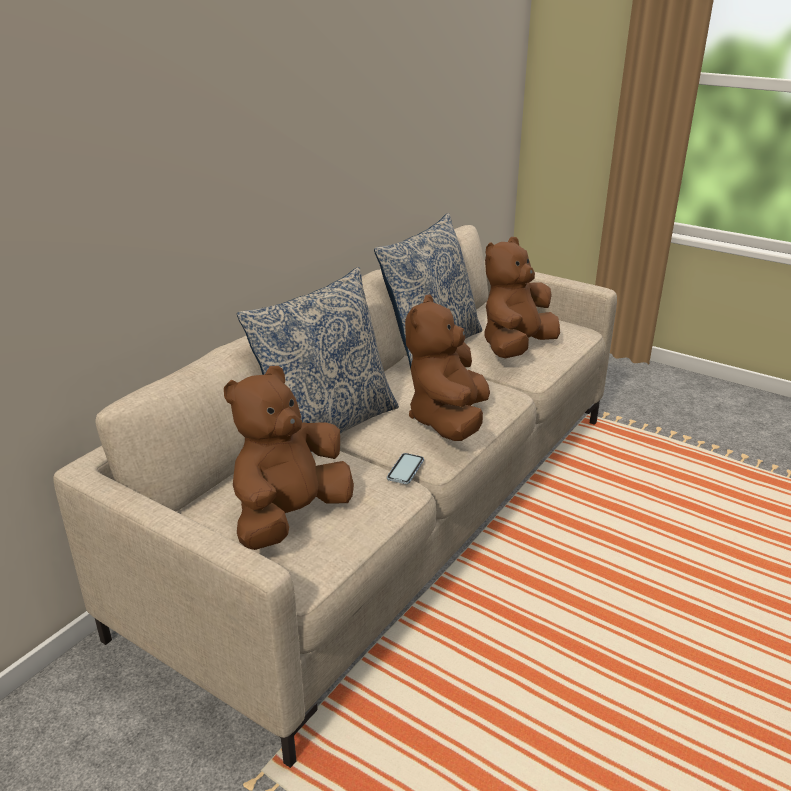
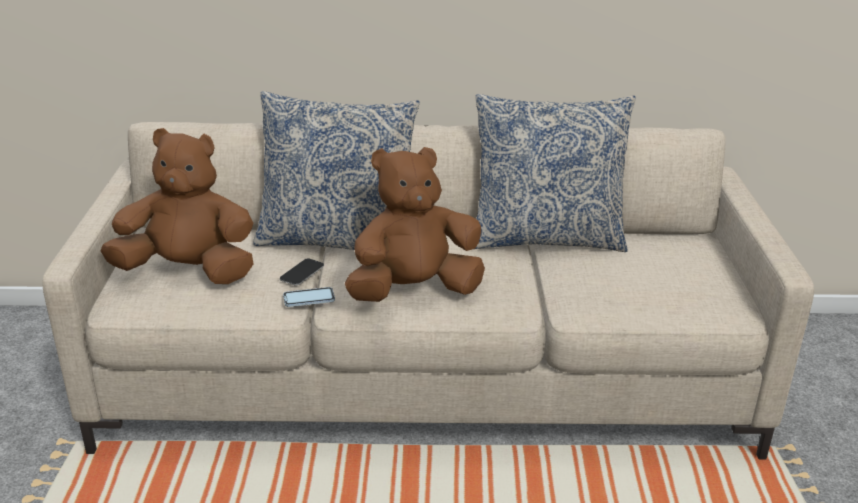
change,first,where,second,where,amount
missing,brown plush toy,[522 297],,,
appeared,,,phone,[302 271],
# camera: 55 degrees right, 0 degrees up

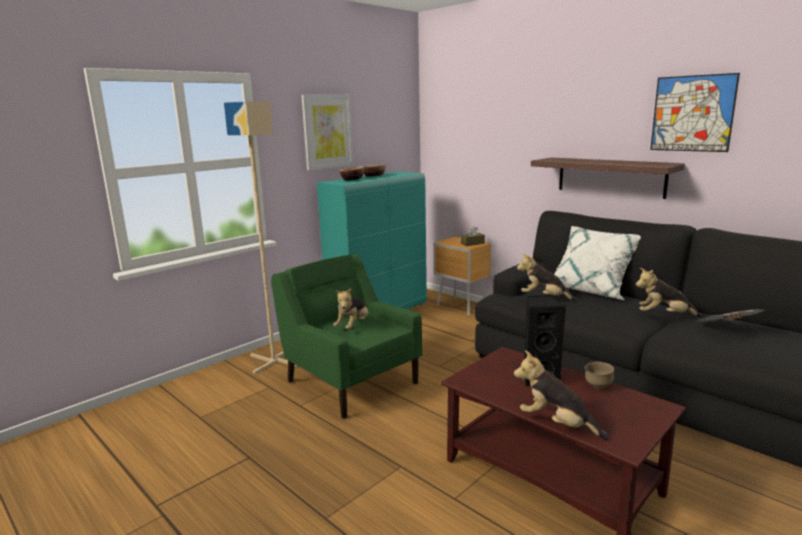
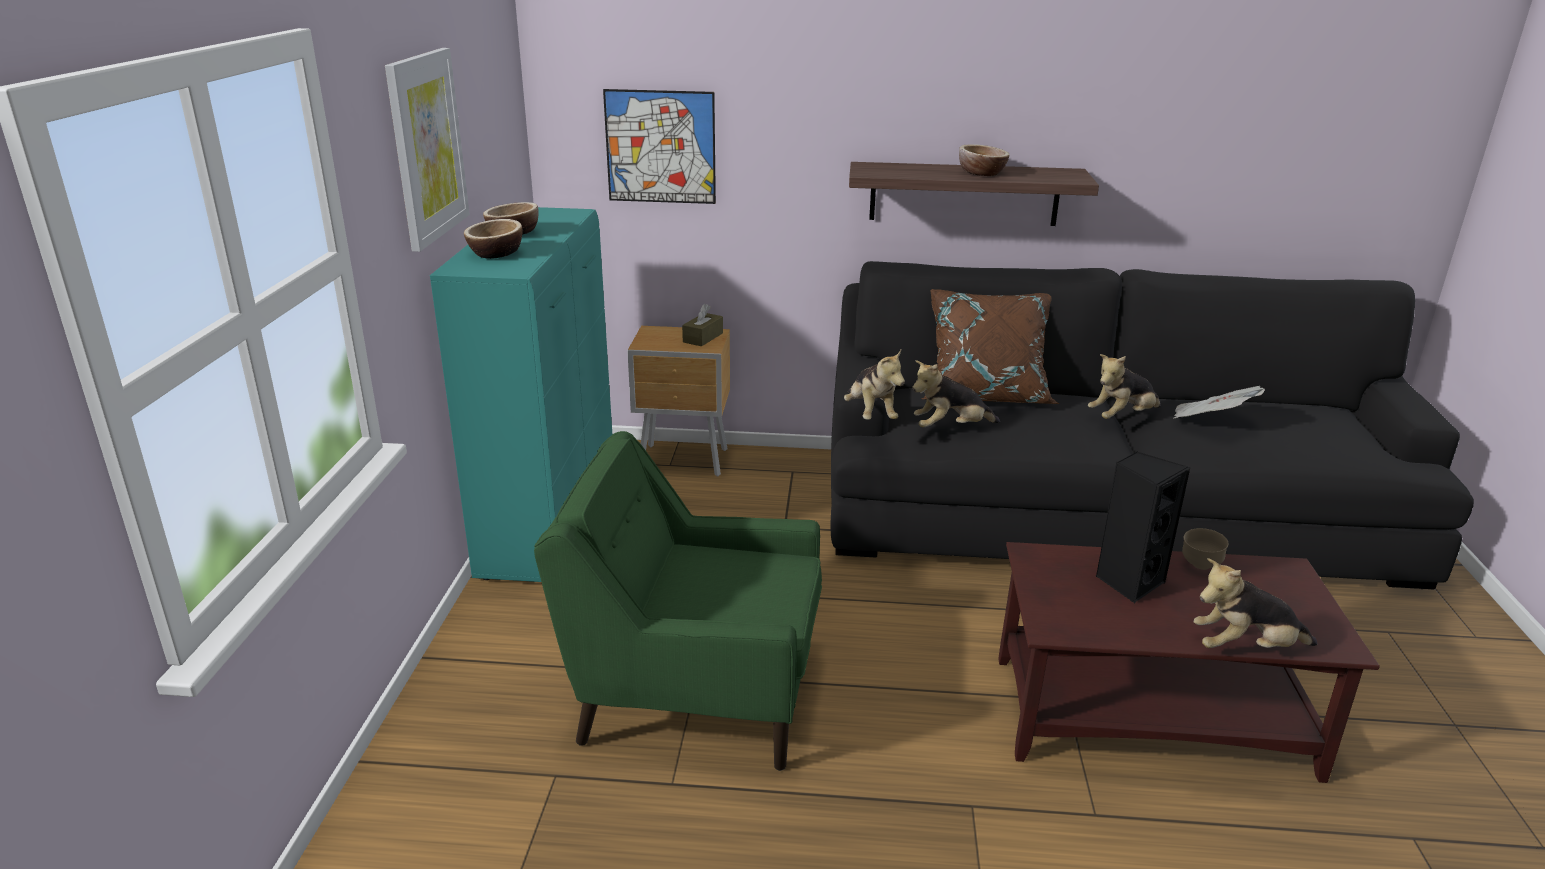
change,first,where,second,where,amount
relocated,picture,[695 112],,[659 146],
missing,beige floor lamp,[261 238],,,
colour,white pillow,[597 263],brown pillow,[990 346],
relocated,plush toy,[351 308],,[874 385],
appeared,,,bowl,[984 160],
# camera: 40 degrees left, 10 degrees up

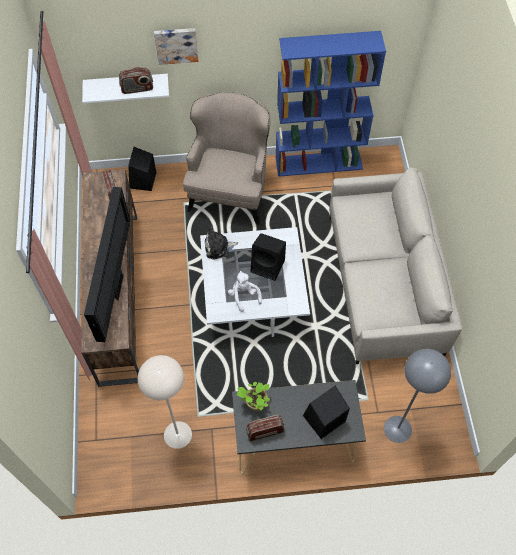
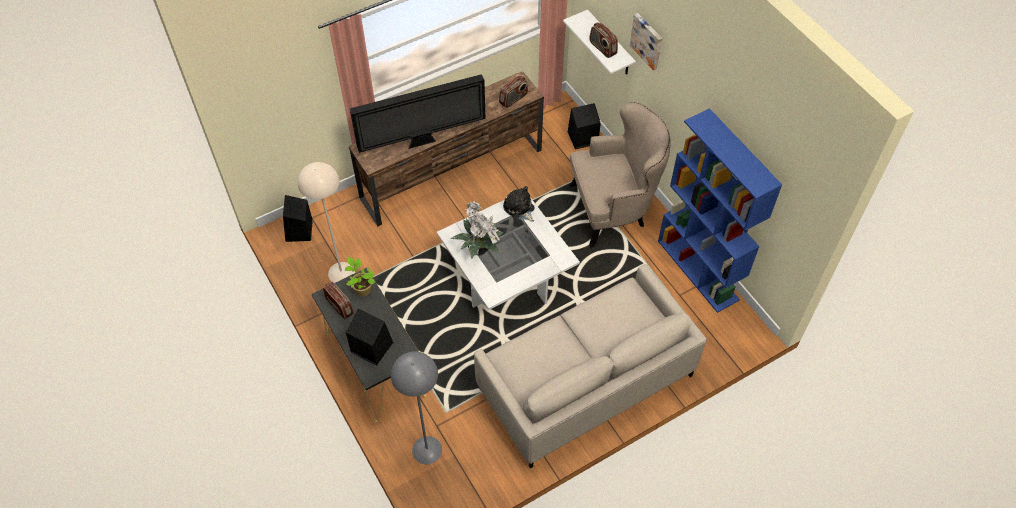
change,first,where,second,where,amount
relocated,black speaker,[268 257],,[298 218],
exchanged,white plush toy,[245 291],potted plant,[477 230],
# camera: 65 degrees right, 5 degrees down

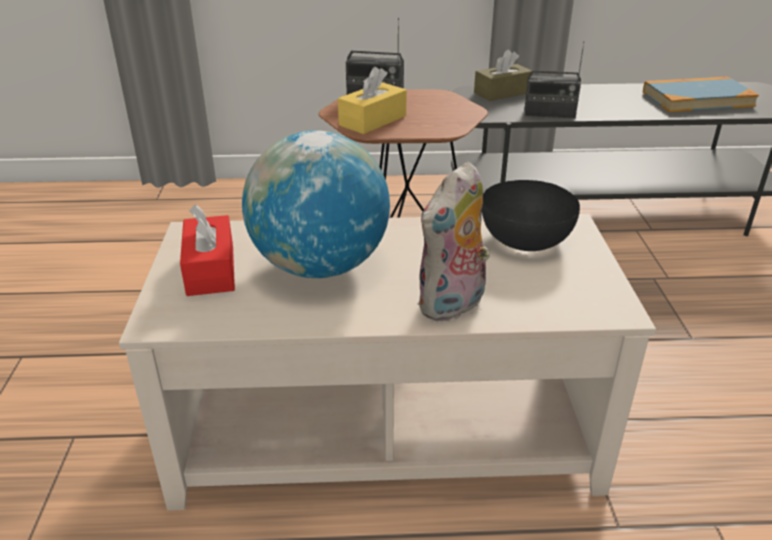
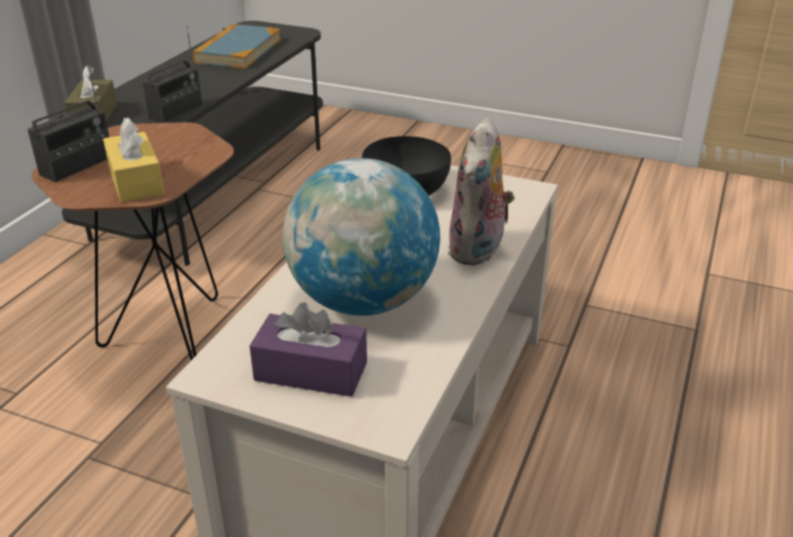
change,first,where,second,where,amount
spun,plush toy,[454 241],,[481 192],45 degrees clockwise
colour,red tissue box,[207 250],purple tissue box,[308 349],
# camera: 65 degrees left, 0 degrees up

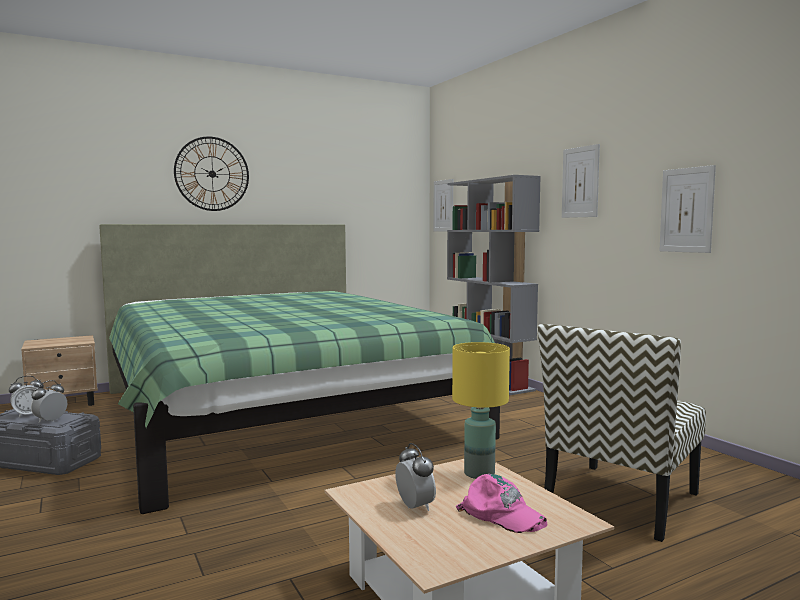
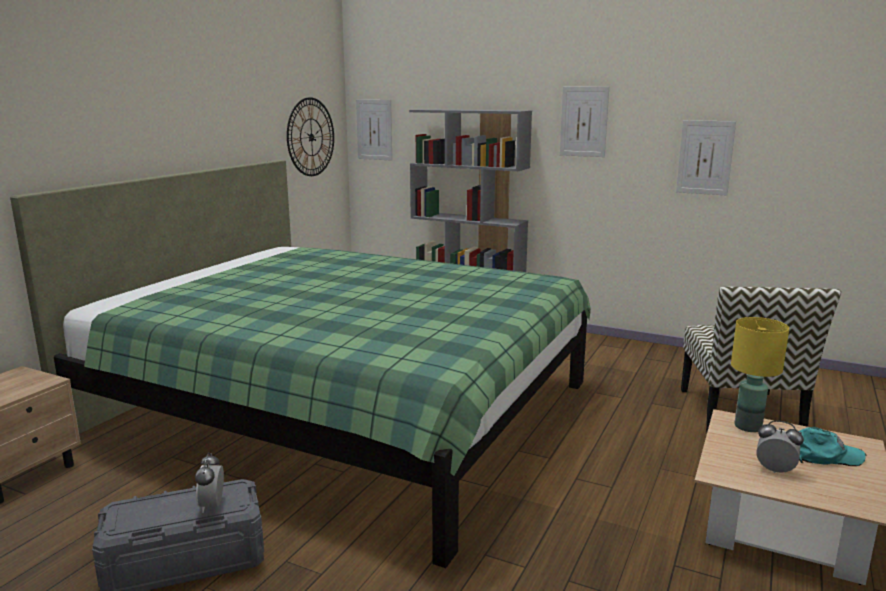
change,first,where,second,where,amount
relocated,wall clock,[211 173],,[310 136],
missing,alarm clock,[26 397],,,
colour,pink cap,[501 503],turquoise cap,[833 446],
# camera: 35 degrees left, 10 degrees up

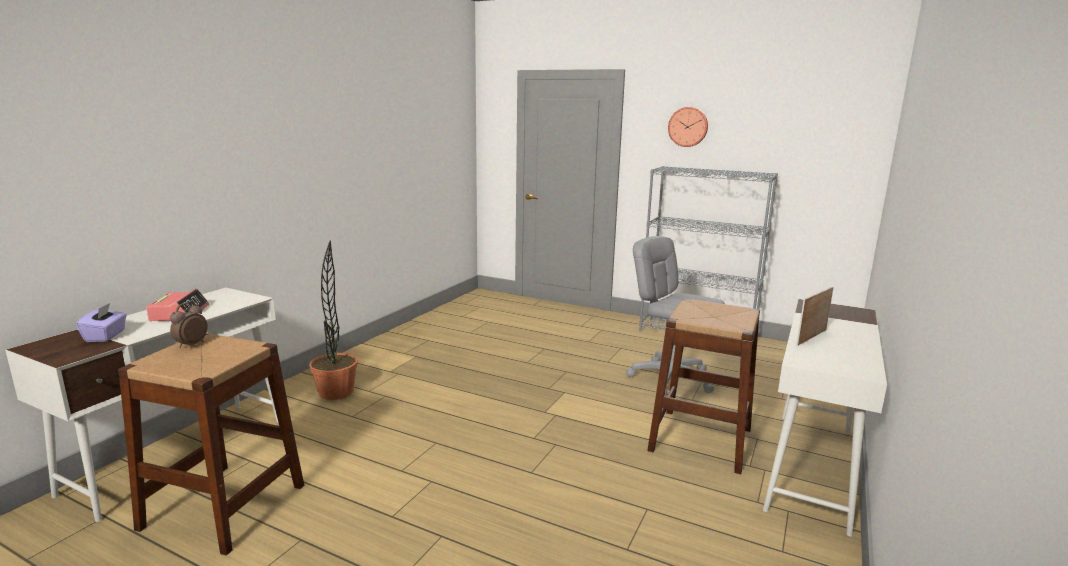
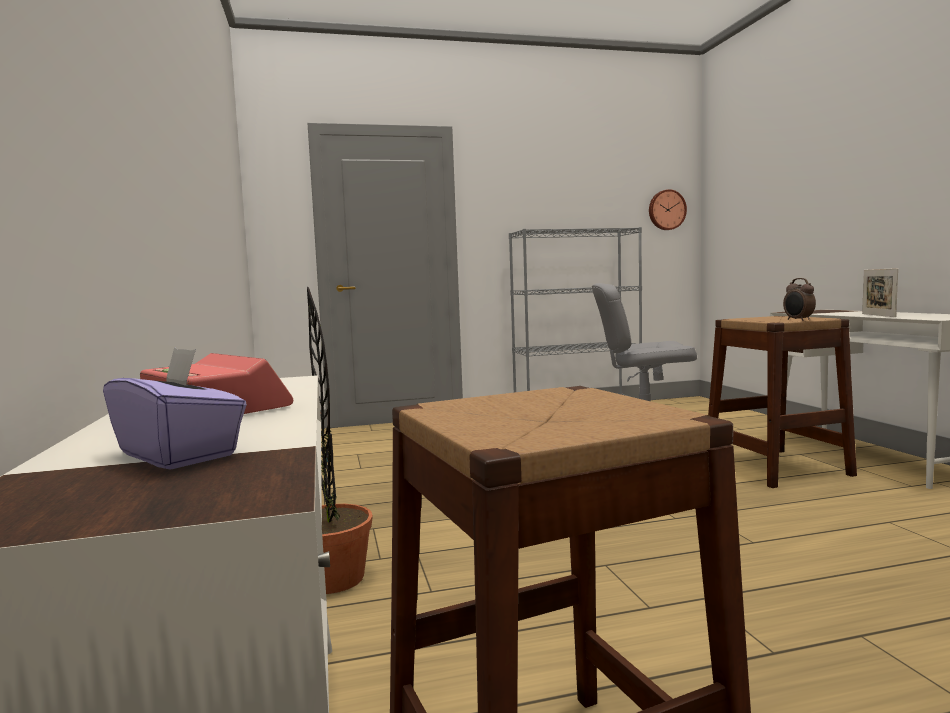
change,first,where,second,where,amount
relocated,wall clock,[688 127],,[668 209],
relocated,alarm clock,[189 325],,[799 299],
# camera: 40 degrees left, 10 degrees down

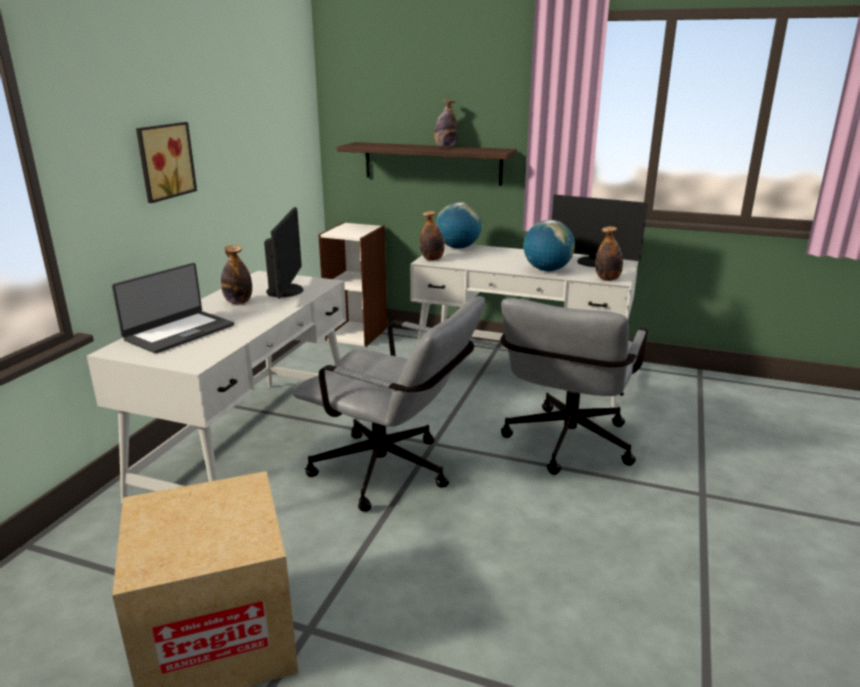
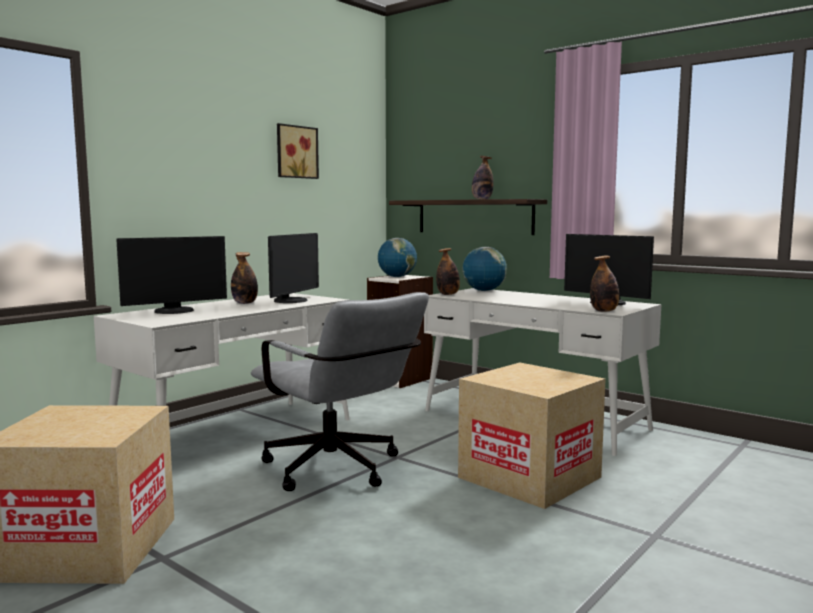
change,first,where,second,where,amount
relocated,picture,[166 162],,[298 151],
relocated,globe,[549 246],,[397 257],
exchanged,laptop,[173 308],monitor,[171 275],
exchanged,grey office chair,[574 386],cardboard box,[532 436],
# camera: 20 degrees right, 15 degrees down

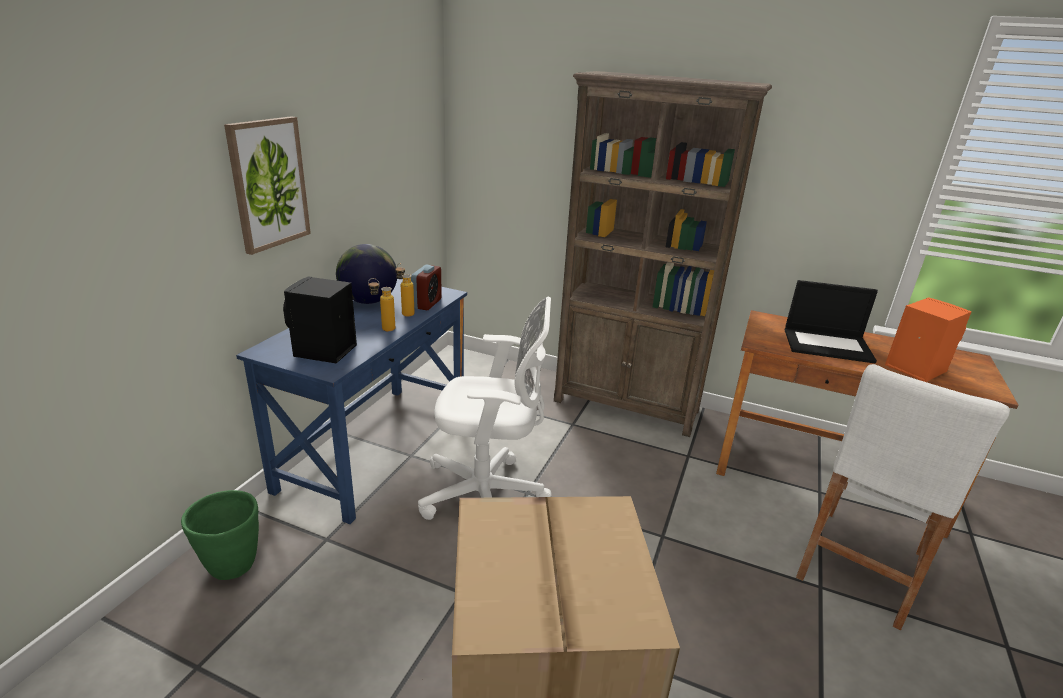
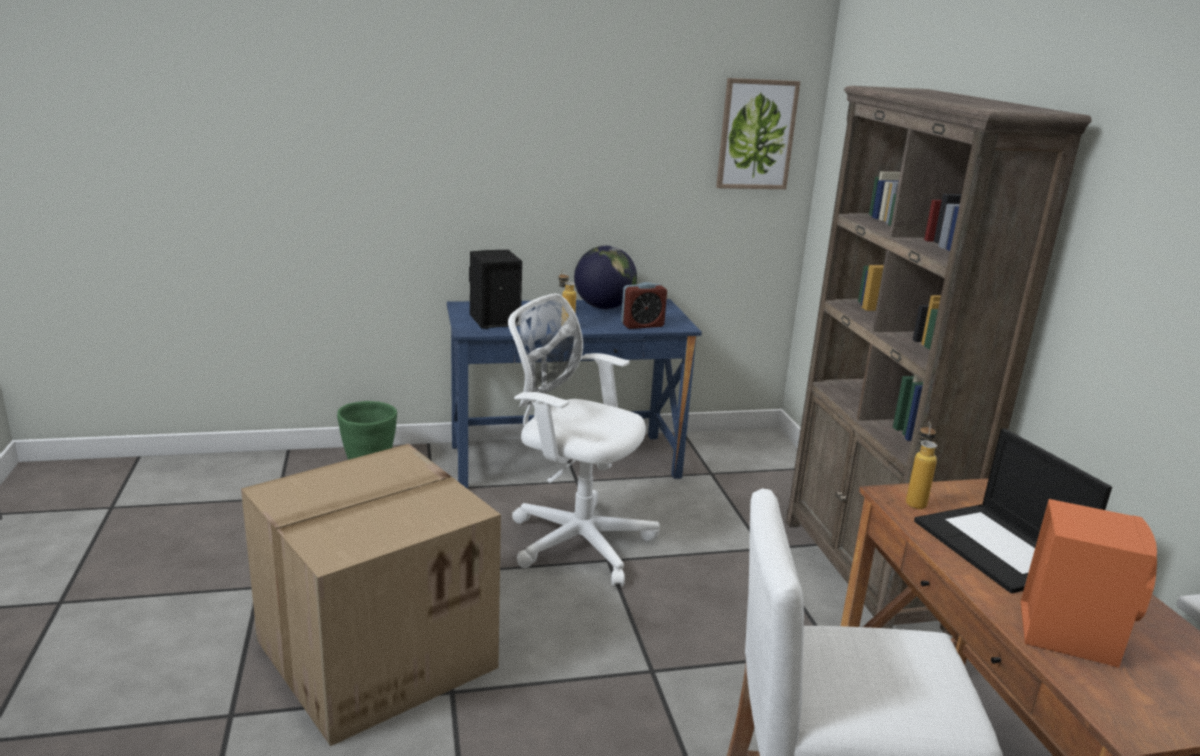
change,first,where,second,where,amount
relocated,picture,[267 185],,[758 133],
relocated,bottle,[405 290],,[921 465],
spun,white office chair,[484 408],,[584 440],150 degrees clockwise
# camera: 55 degrees right, 5 degrees down

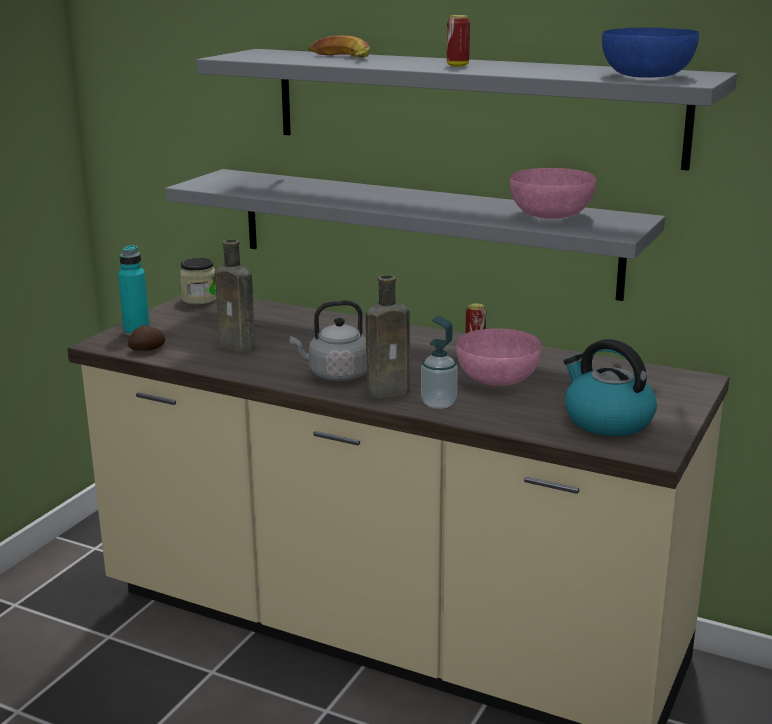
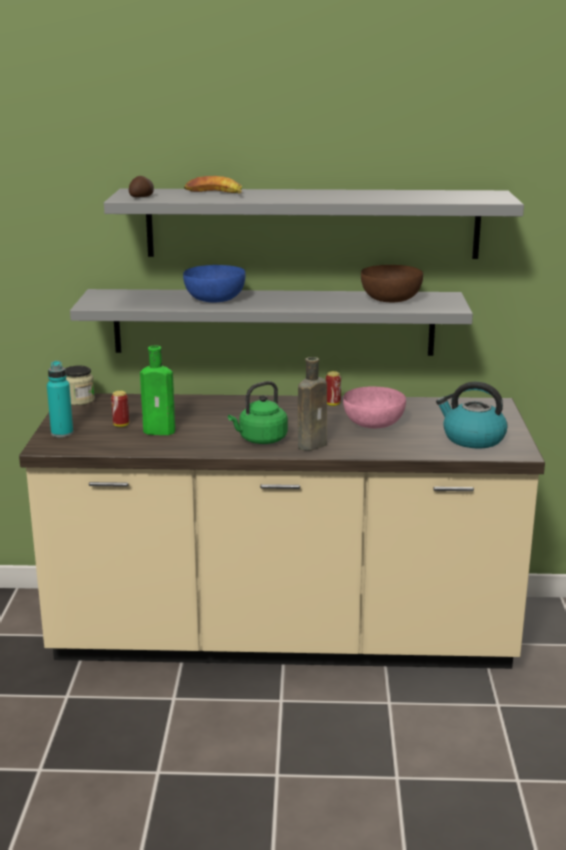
change,first,where,second,where,amount
relocated,can,[458 41],,[120 409],
relocated,blue bowl,[650 53],,[214 283],
colour,pink bowl,[553 193],brown bowl,[392 283],
colour,brown bottle,[235 295],green bottle,[159 390],
colour,grey kettle,[328 340],green kettle,[258 412],
missing,soap dispenser,[439 362],,,
relocated,potato,[146 337],,[141 186],
# camera: 25 degrees left, 0 degrees up

